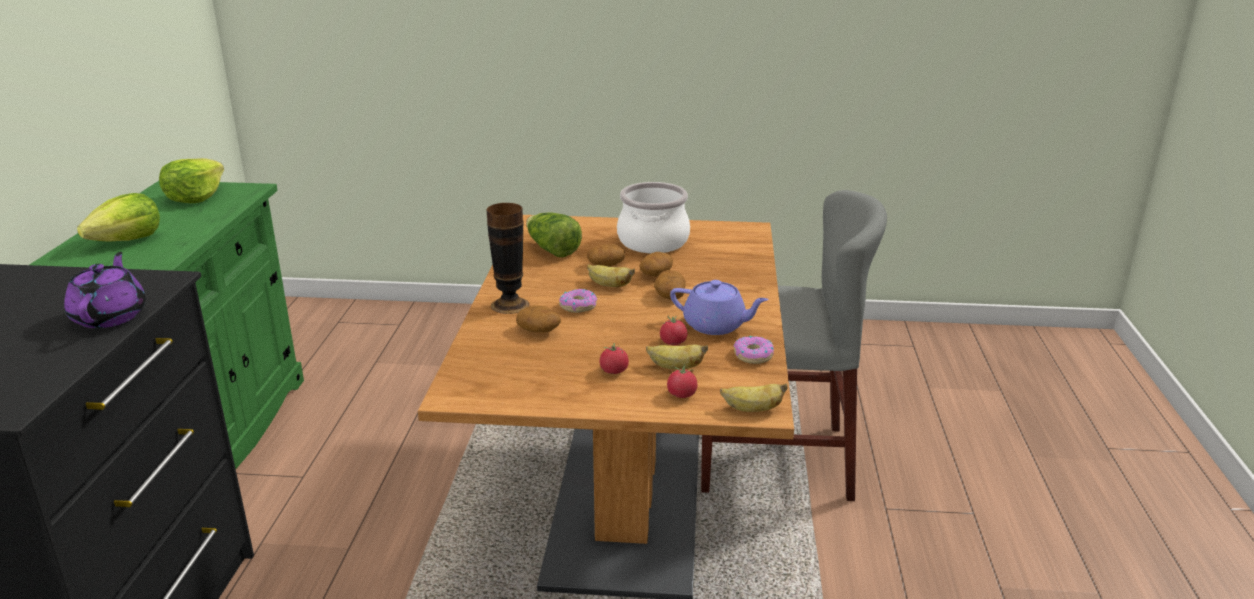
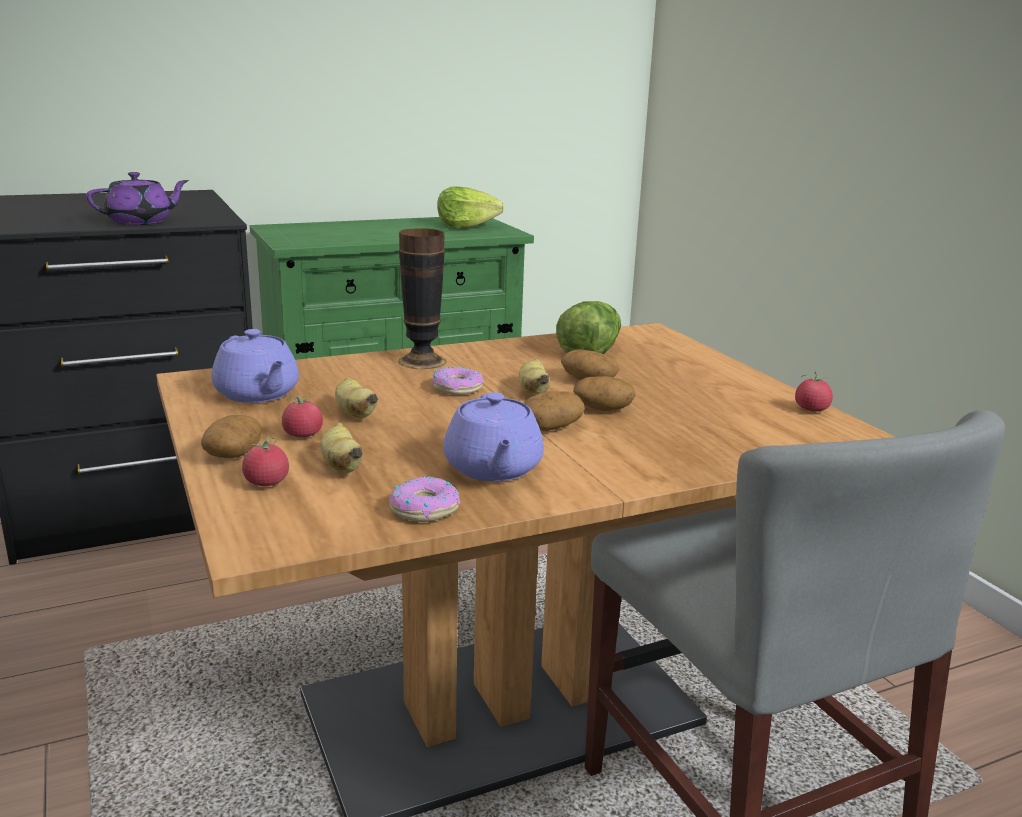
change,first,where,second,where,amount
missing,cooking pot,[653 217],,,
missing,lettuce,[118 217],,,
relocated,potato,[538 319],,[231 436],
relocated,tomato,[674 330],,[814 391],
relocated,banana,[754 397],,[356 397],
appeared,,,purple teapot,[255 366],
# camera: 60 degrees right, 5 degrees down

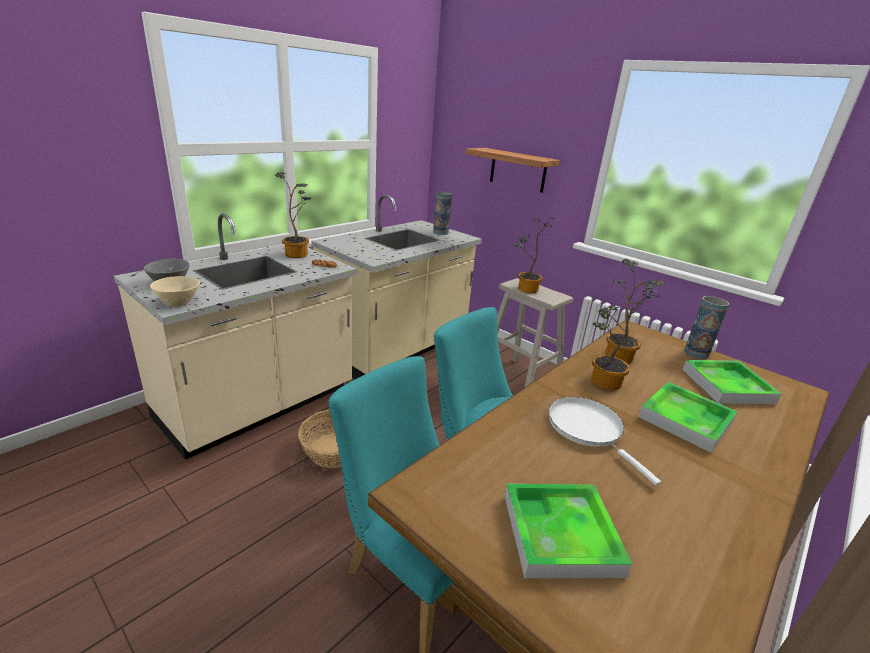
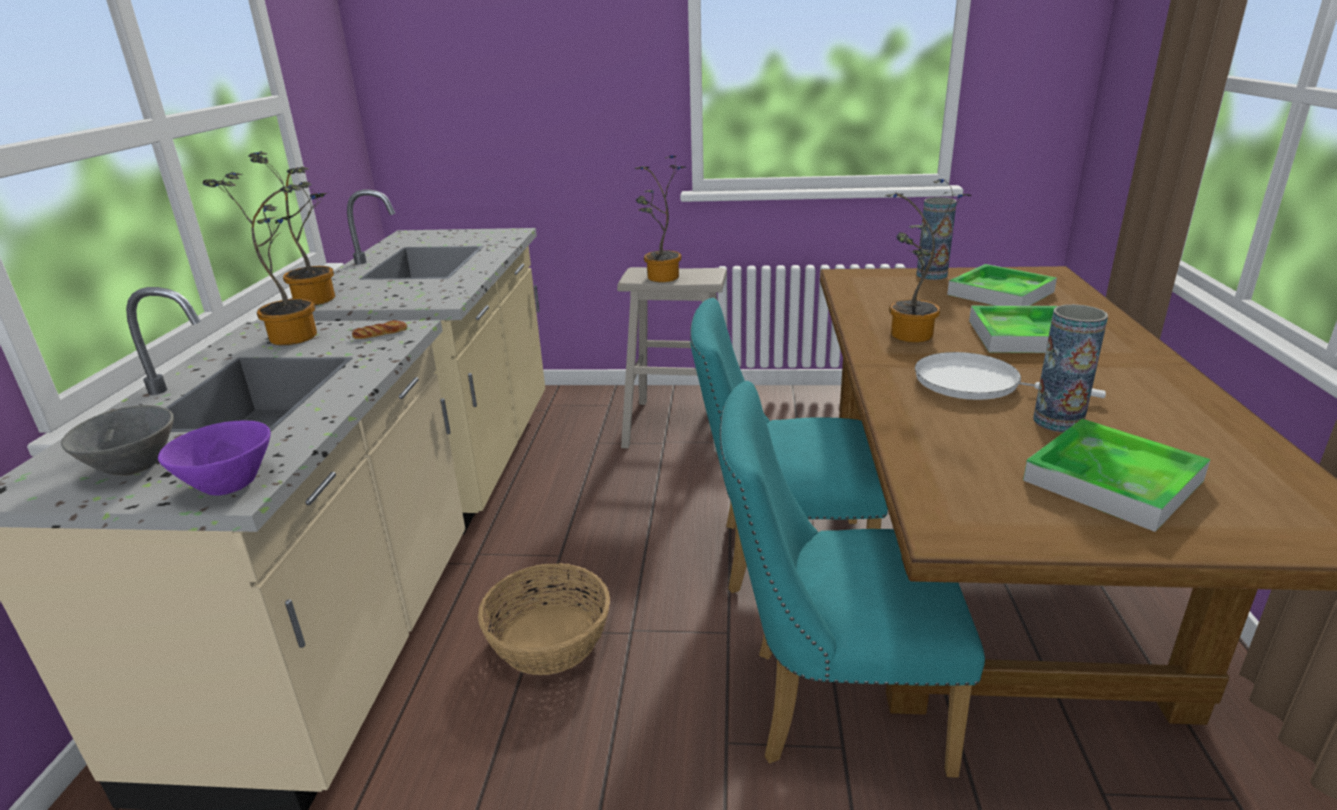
change,first,where,second,where,amount
missing,shelf,[513 170],,,
relocated,vase,[442 213],,[1070 368],
relocated,potted plant,[635 311],,[291 228],
colour,beige bowl,[175 291],purple bowl,[214 458],
# camera: 35 degrees left, 0 degrees up

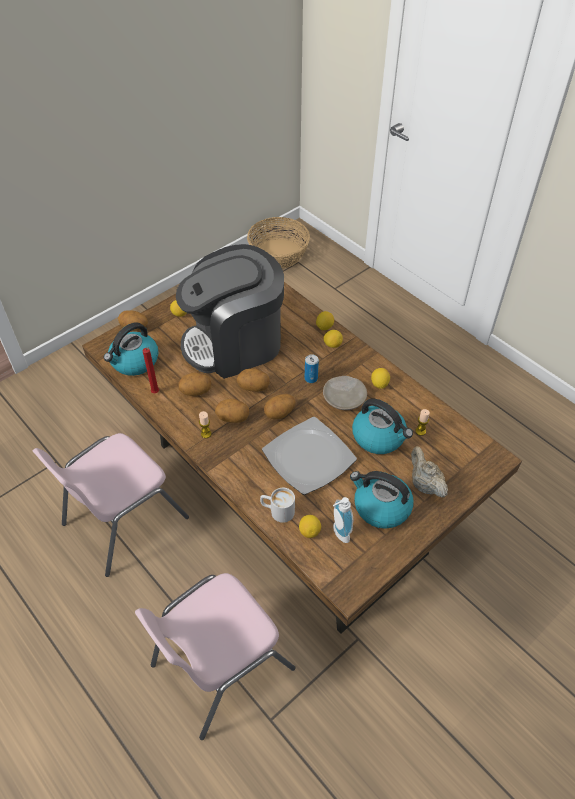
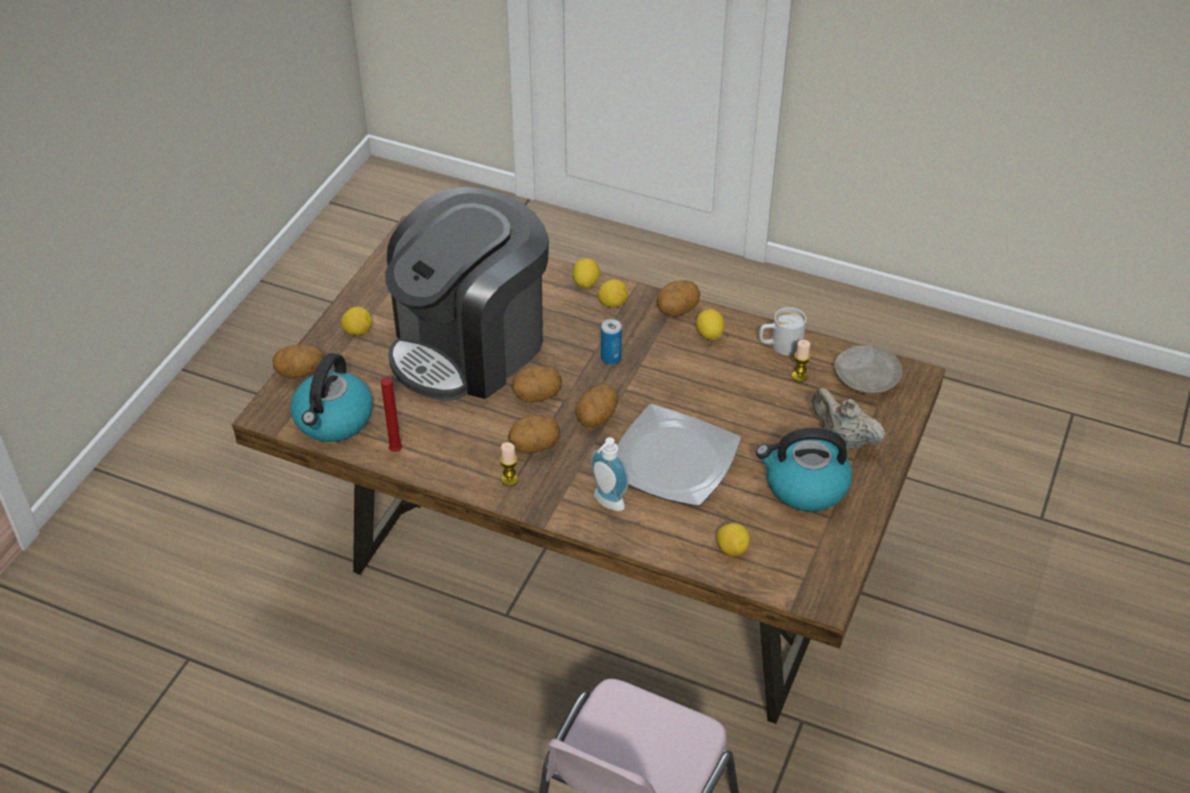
change,first,where,second,where,amount
missing,basket,[278 242],,,
relocated,potato,[195 384],,[678 298],
relocated,beige plate,[345 393],,[868 369],
missing,kettle,[382 426],,,
missing,pink chair,[110 505],,,
relocated,white mug,[277 505],,[782 331],
relocated,soap dispenser,[343 520],,[609 474],
# camera: 25 degrees left, 5 degrees down

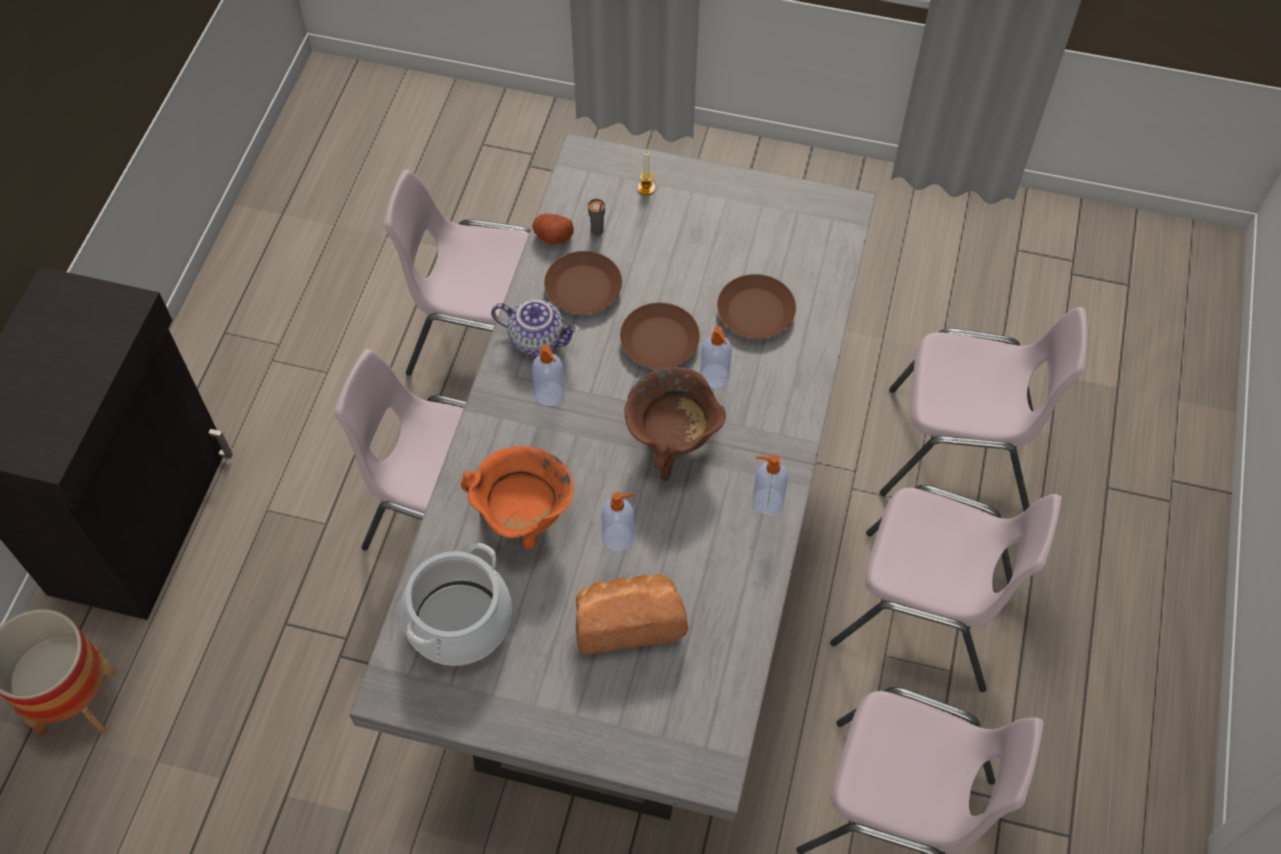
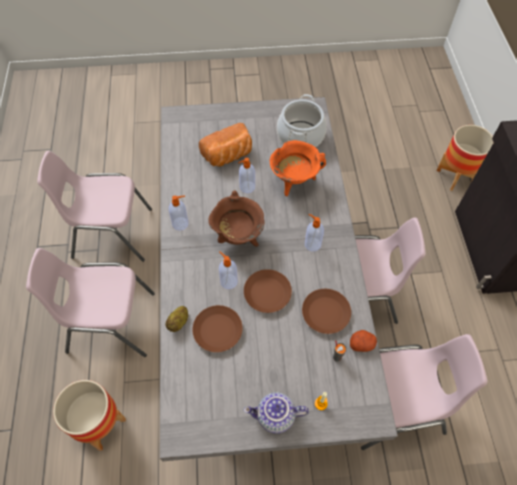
change,first,where,second,where,amount
relocated,teapot,[535 327],,[276 413],
exchanged,pink chair,[983 409],planter,[89 415],
appeared,,,potato,[176 319],
# camera: 160 degrees right, 0 degrees up

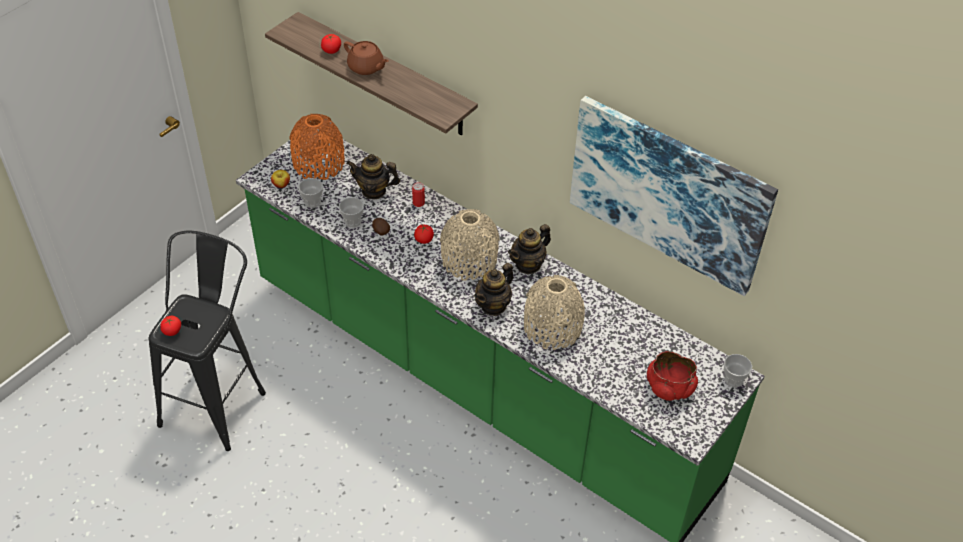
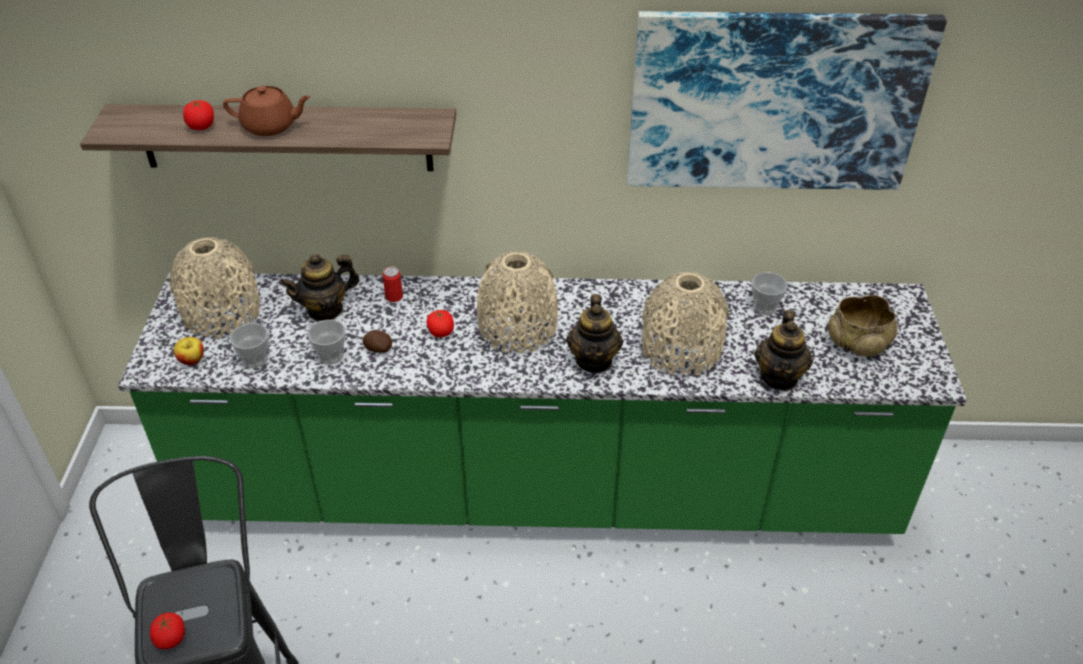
change,first,where,second,where,amount
colour,orange vase,[317 147],beige vase,[214 288],
relocated,teapot,[529 249],,[783 350],
colour,red bowl,[672 376],beige bowl,[863 326],
relocated,cup,[738 370],,[770 293],
# camera: 35 degrees left, 5 degrees down

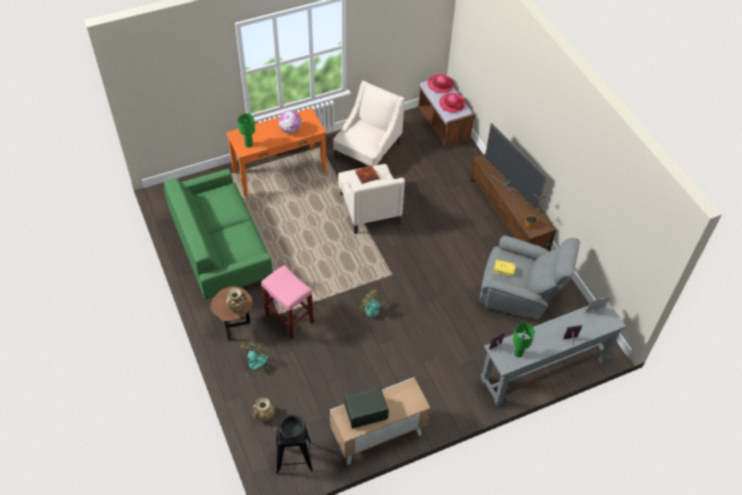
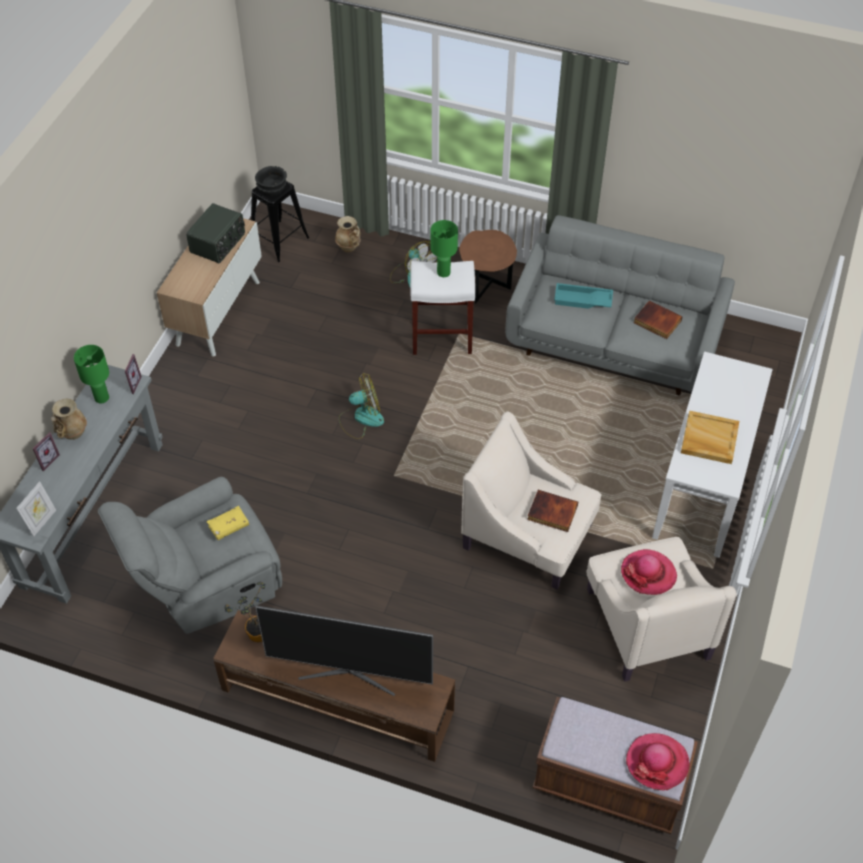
change,first,where,second,where,amount
relocated,hat,[452 103],,[649 572],
colour,orange console table,[276 152],white console table,[712 455],
exchanged,globe,[290 121],beige tray,[710 437],
relocated,green table lamp,[246 130],,[444 248],
colour,green sofa,[218 234],grey sofa,[620 305],
colour,pink stool,[287 302],white stool,[442 308],
relocated,beige vase,[236 300],,[69 419],
appeared,,,turquoise tray,[583 296],
appeared,,,book,[658 319],
# camera: 135 degrees right, 0 degrees up

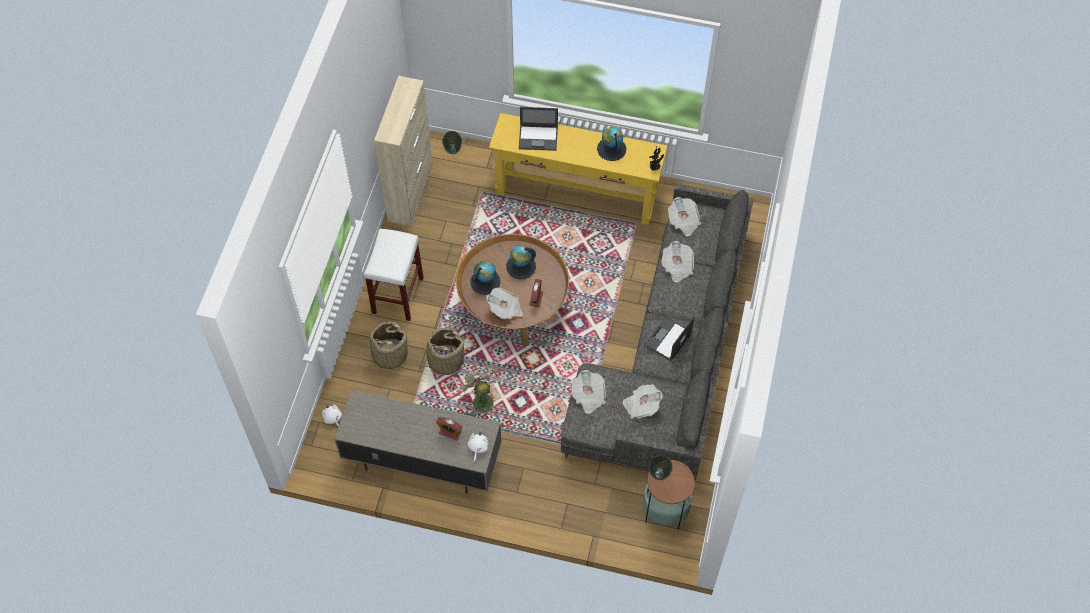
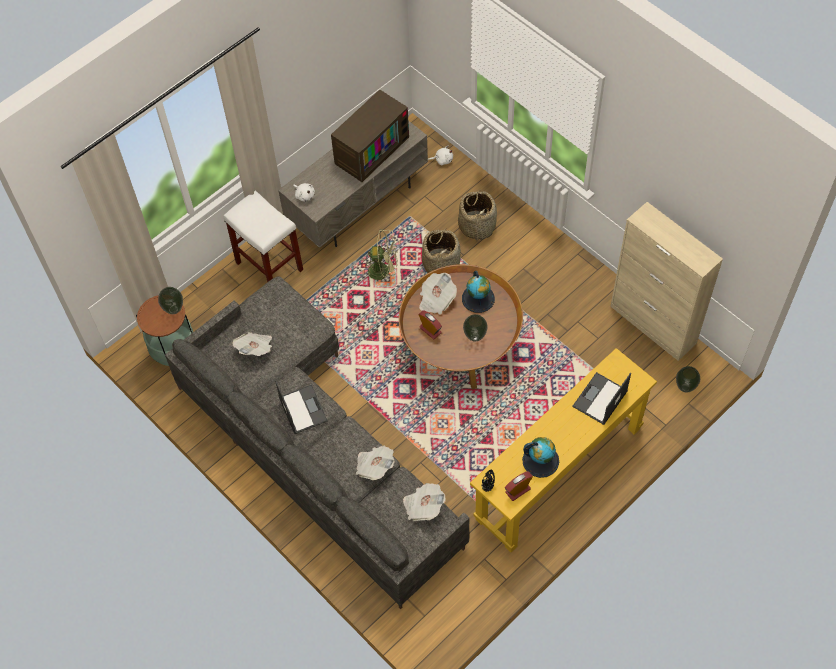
change,first,where,second,where,amount
relocated,white stool,[394 274],,[263 236],
exchanged,globe,[521 262],vase,[475 328],
missing,newspaper,[588 392],,,
relocated,alarm clock,[449 428],,[519 486],
appeared,,,television,[370 135],
# camera: 125 degrees right, 0 degrees up

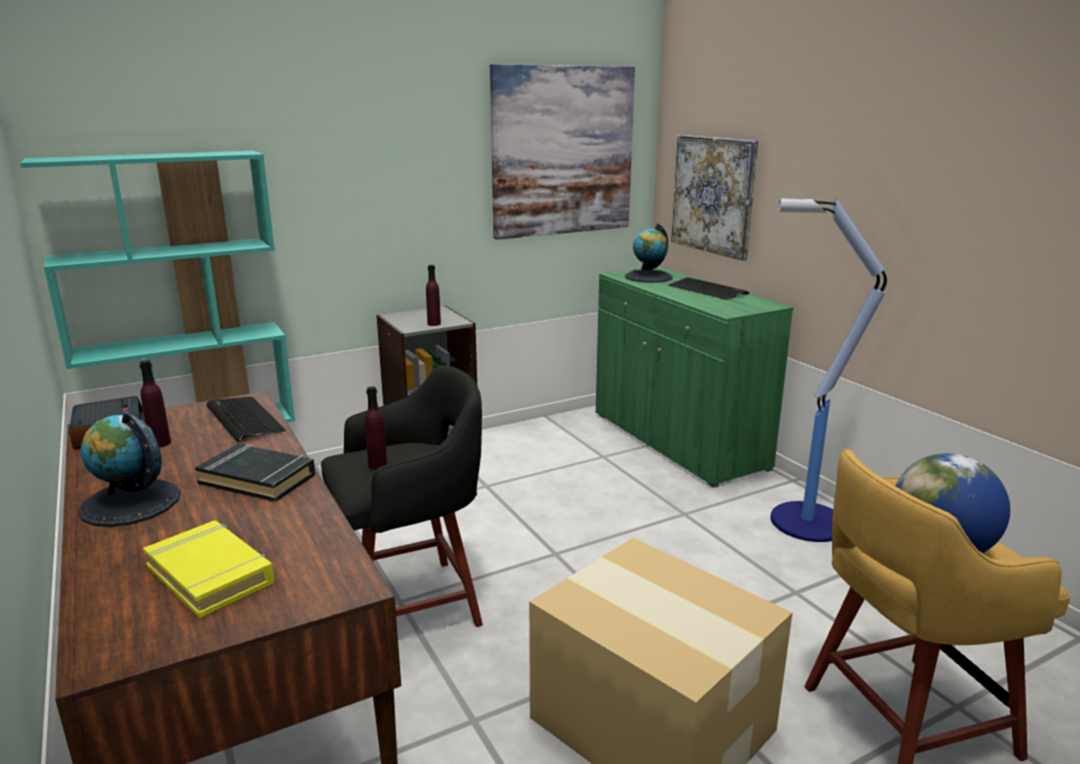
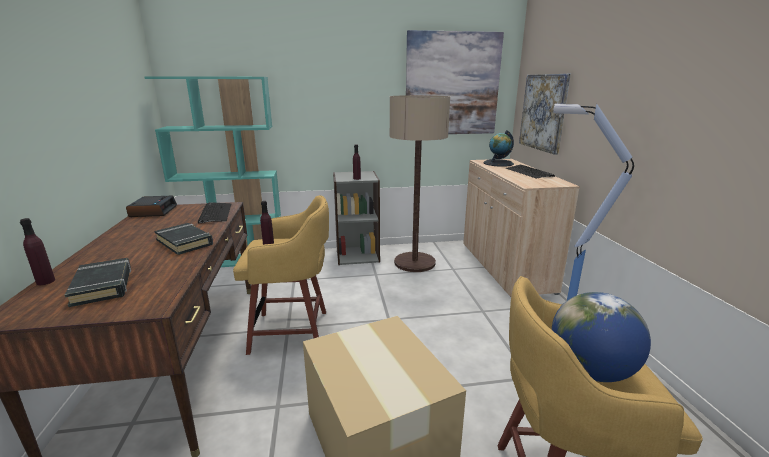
change,first,where,second,where,amount
colour,green cabinet,[694 377],beige cabinet,[521 228],
relocated,purple bottle,[155 404],,[37 251],
colour,black stool,[402 496],yellow stool,[281 275],
missing,globe,[129 469],,,
colour,yellow book,[209 569],black book,[98 282],
appeared,,,floor lamp,[419 183],
# camera: 20 degrees right, 0 degrees up

